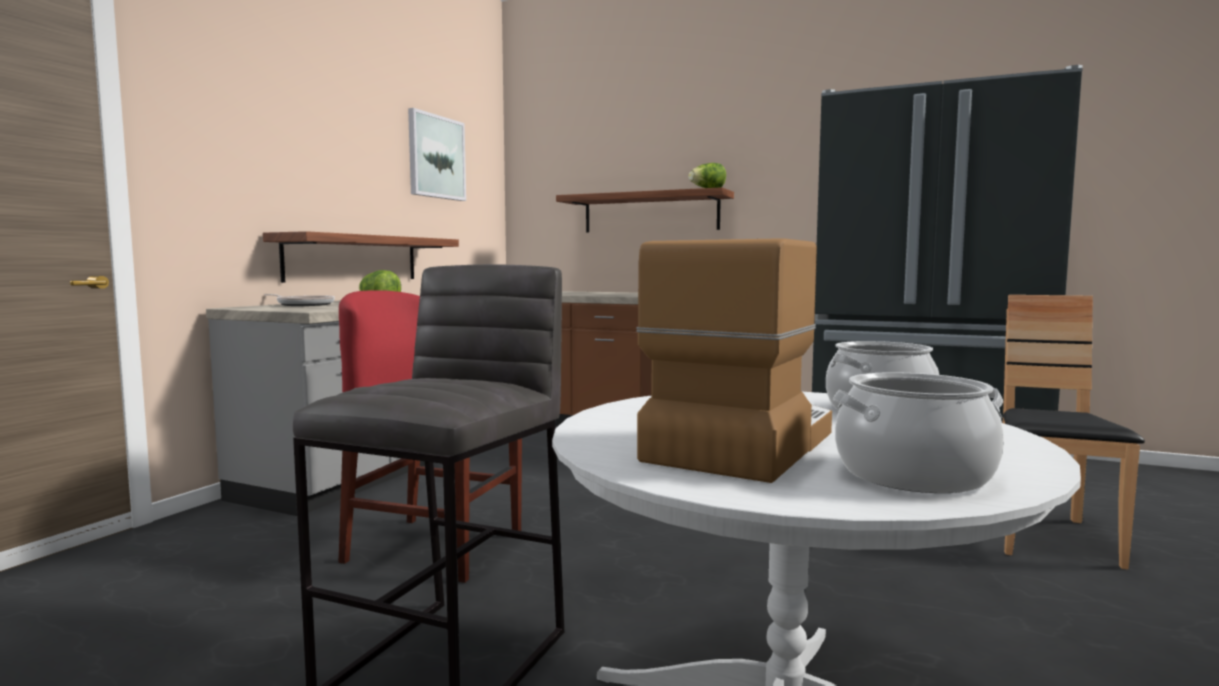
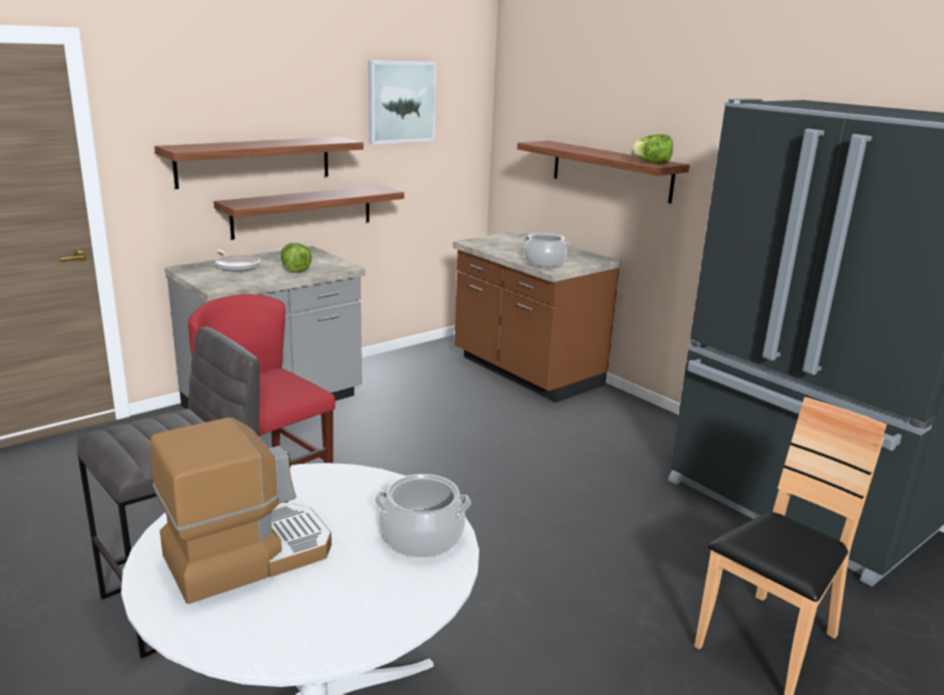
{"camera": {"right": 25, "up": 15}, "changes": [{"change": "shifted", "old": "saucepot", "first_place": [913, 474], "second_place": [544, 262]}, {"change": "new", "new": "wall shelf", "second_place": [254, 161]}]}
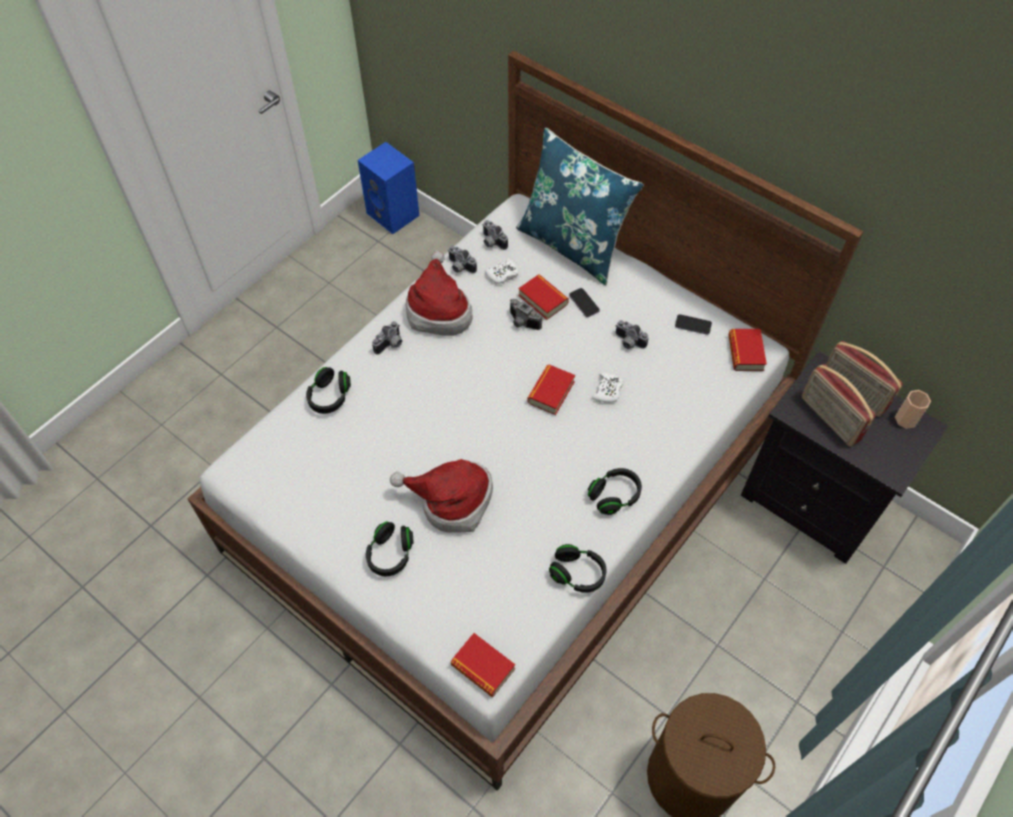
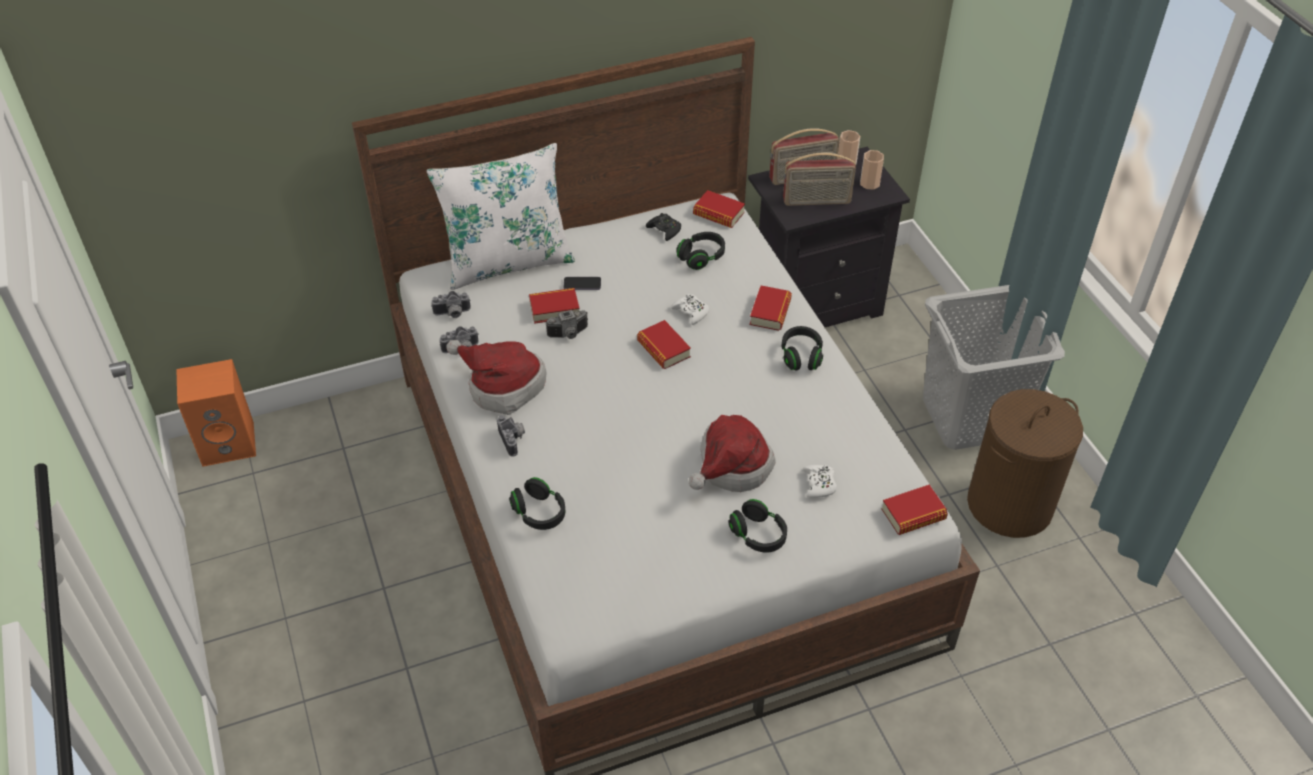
{"camera": {"right": -60, "up": -10}, "changes": [{"change": "repainted", "old": "bluish audio speaker", "new": "orange audio speaker", "first_place": [394, 214], "second_place": [229, 442]}, {"change": "shifted", "old": "white-coloured gamepad", "first_place": [503, 275], "second_place": [819, 484]}, {"change": "repainted", "old": "bluish cushion", "new": "white-coloured cushion", "first_place": [572, 245], "second_place": [507, 262]}, {"change": "shifted", "old": "black pair of headphones", "first_place": [577, 574], "second_place": [701, 257]}, {"change": "gone", "old": "still camera", "first_place": [628, 342]}, {"change": "swapped", "old": "telephone", "new": "black gamepad", "first_place": [693, 325], "second_place": [664, 230]}, {"change": "new", "new": "volume", "second_place": [770, 312]}, {"change": "new", "new": "small cup", "second_place": [869, 183]}, {"change": "new", "new": "grey hamper", "second_place": [968, 417]}]}
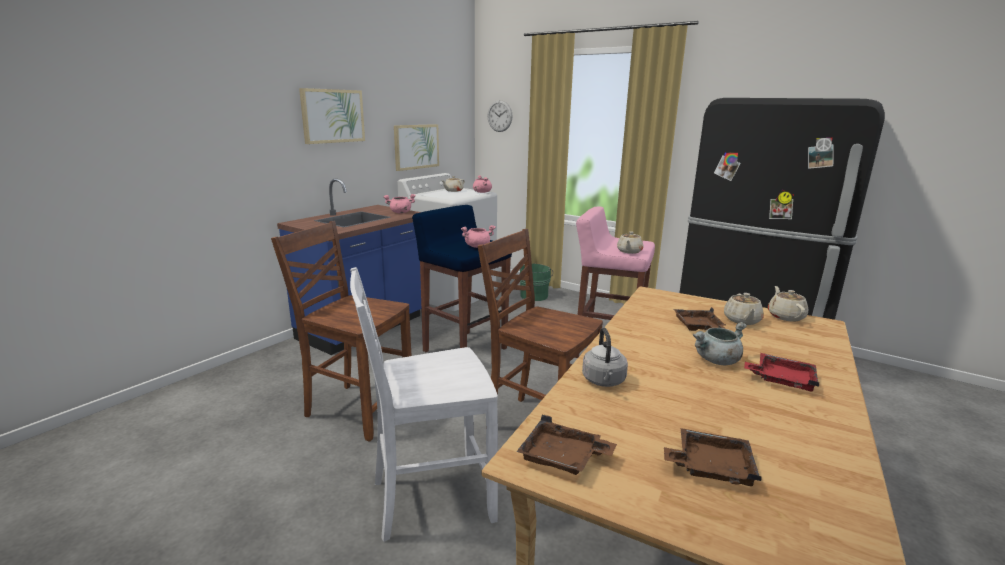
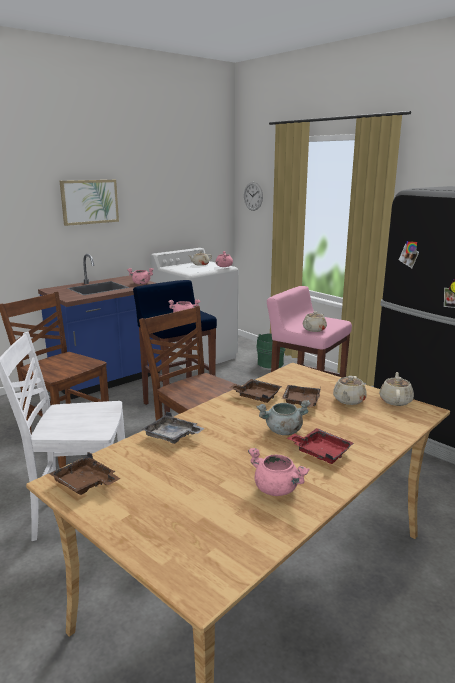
{"camera": {"right": 15, "up": 0}, "changes": [{"change": "gone", "old": "wall art", "first_place": [416, 146]}, {"change": "swapped", "old": "grey tea kettle", "new": "grey tray", "first_place": [604, 381], "second_place": [172, 436]}, {"change": "shifted", "old": "brown-coloured tray", "first_place": [710, 467], "second_place": [256, 396]}, {"change": "new", "new": "pink-coloured saucepot", "second_place": [277, 489]}]}
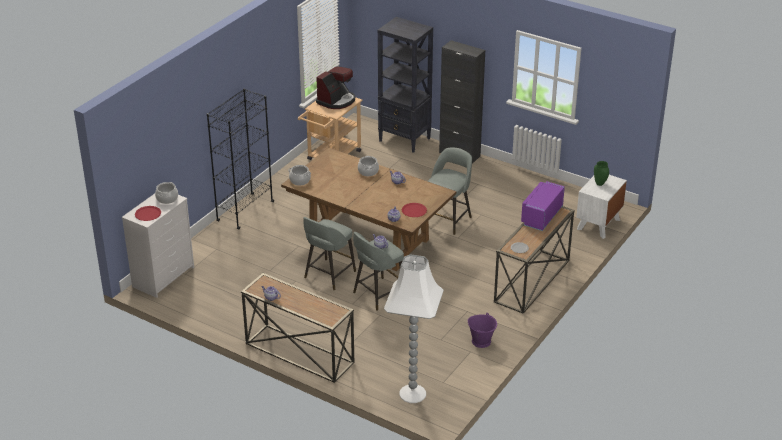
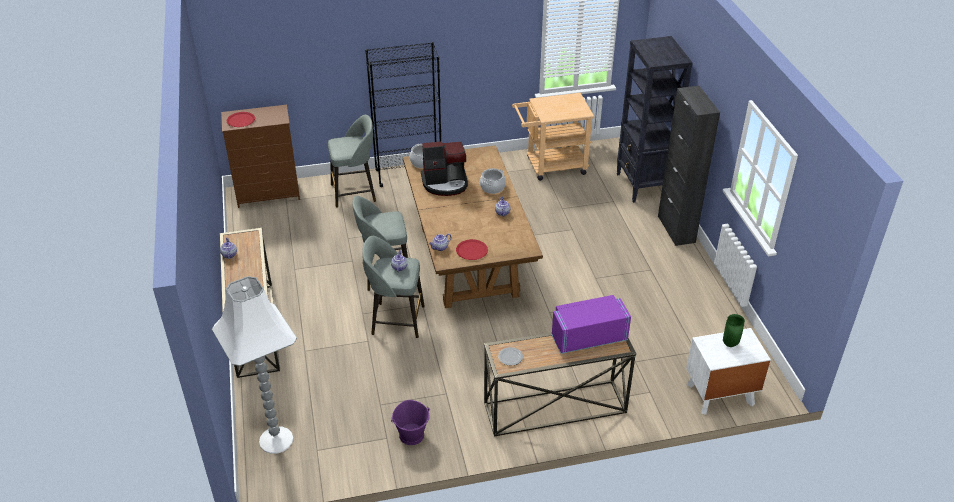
{"camera": {"right": 45, "up": 5}, "changes": [{"change": "repainted", "old": "white-coloured dresser", "new": "brown-coloured dresser", "first_place": [163, 277], "second_place": [268, 193]}, {"change": "gone", "old": "saucepot", "first_place": [167, 199]}, {"change": "shifted", "old": "coffee machine", "first_place": [336, 101], "second_place": [445, 183]}, {"change": "shifted", "old": "grey sitting stool", "first_place": [448, 220], "second_place": [355, 193]}]}
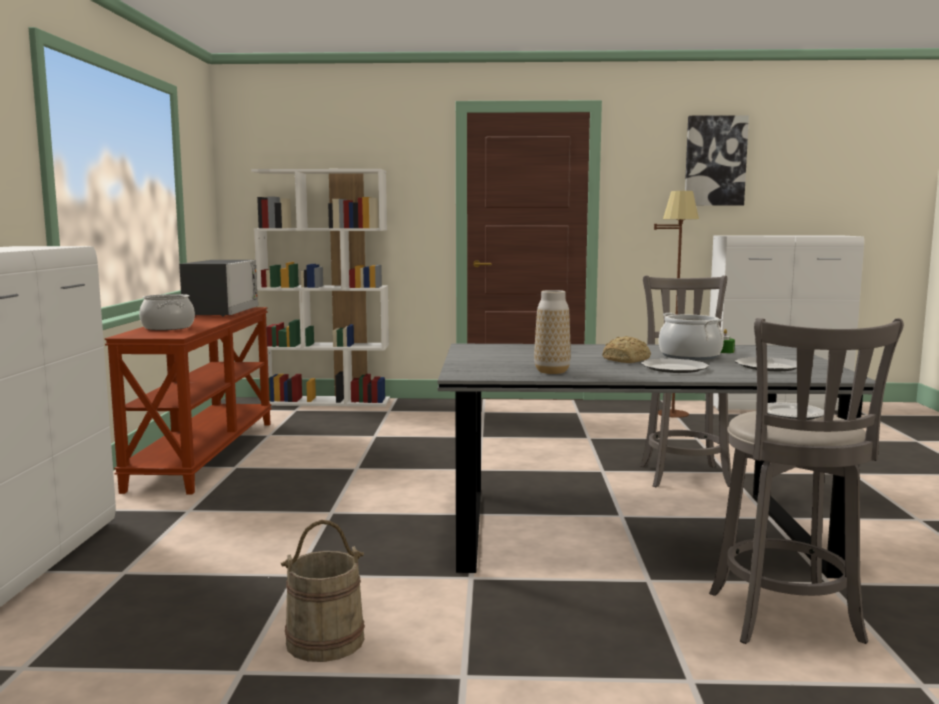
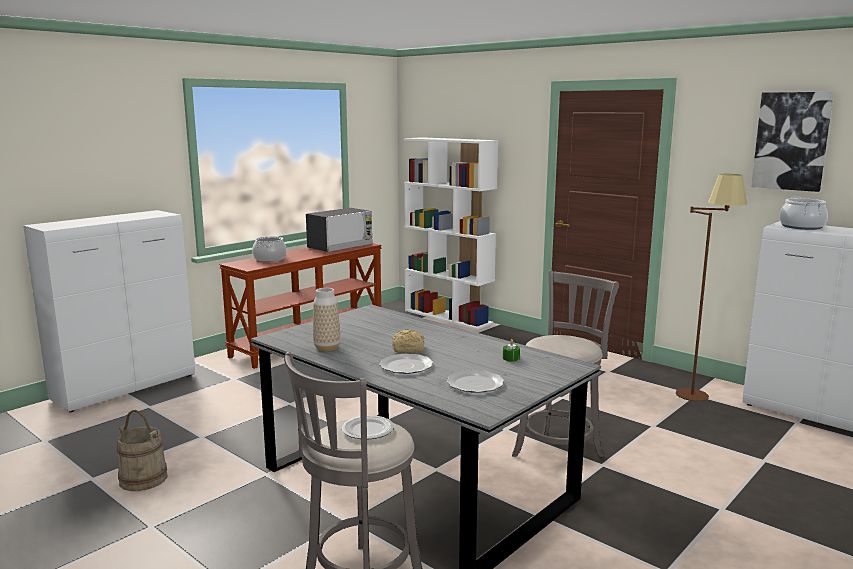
{"camera": {"right": 40, "up": 5}, "changes": [{"change": "shifted", "old": "saucepot", "first_place": [690, 356], "second_place": [802, 227]}]}
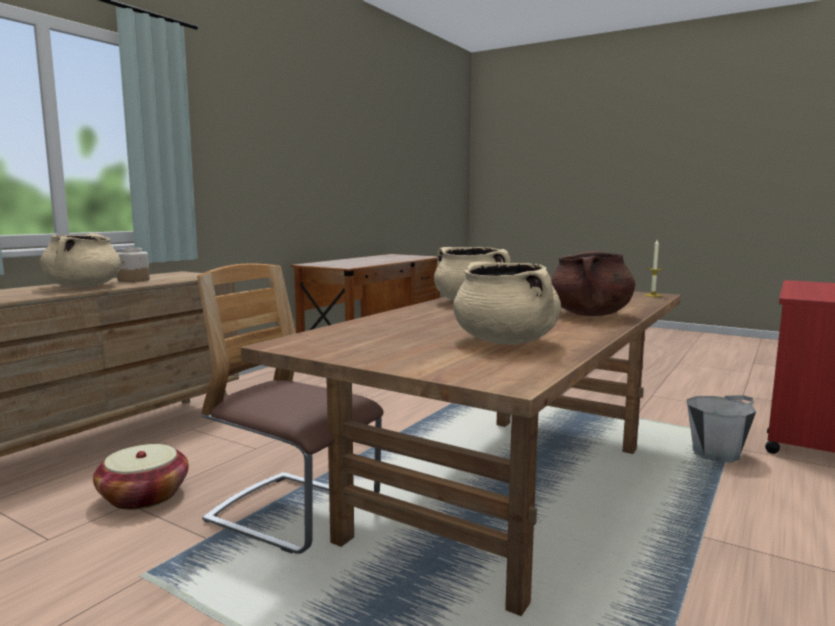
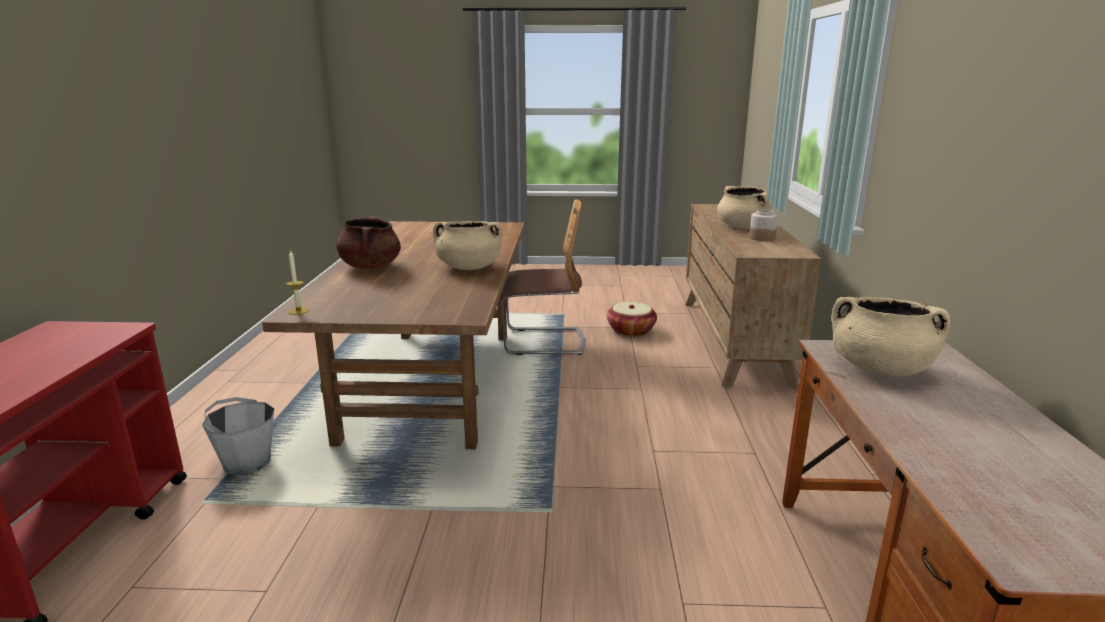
{"camera": {"right": 150, "up": 10}, "changes": [{"change": "shifted", "old": "beige saucepot", "first_place": [506, 342], "second_place": [880, 369]}]}
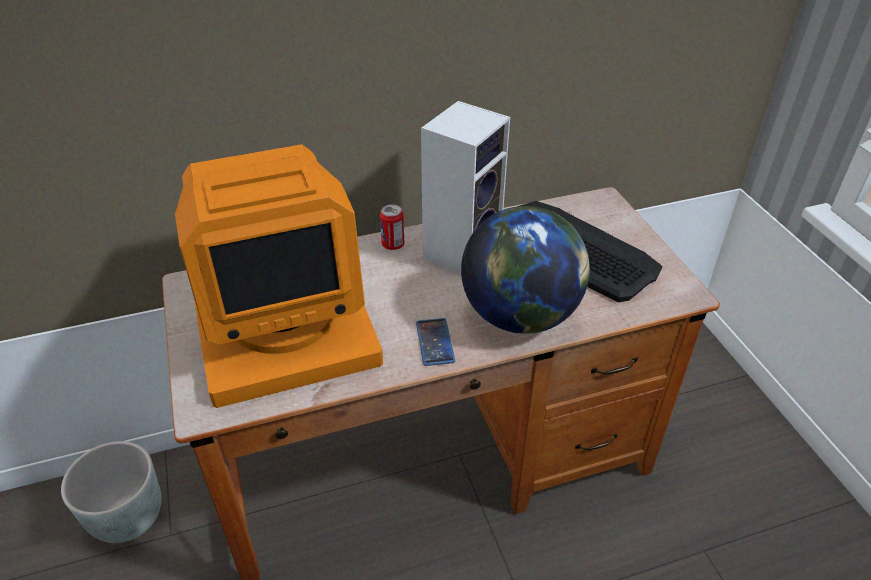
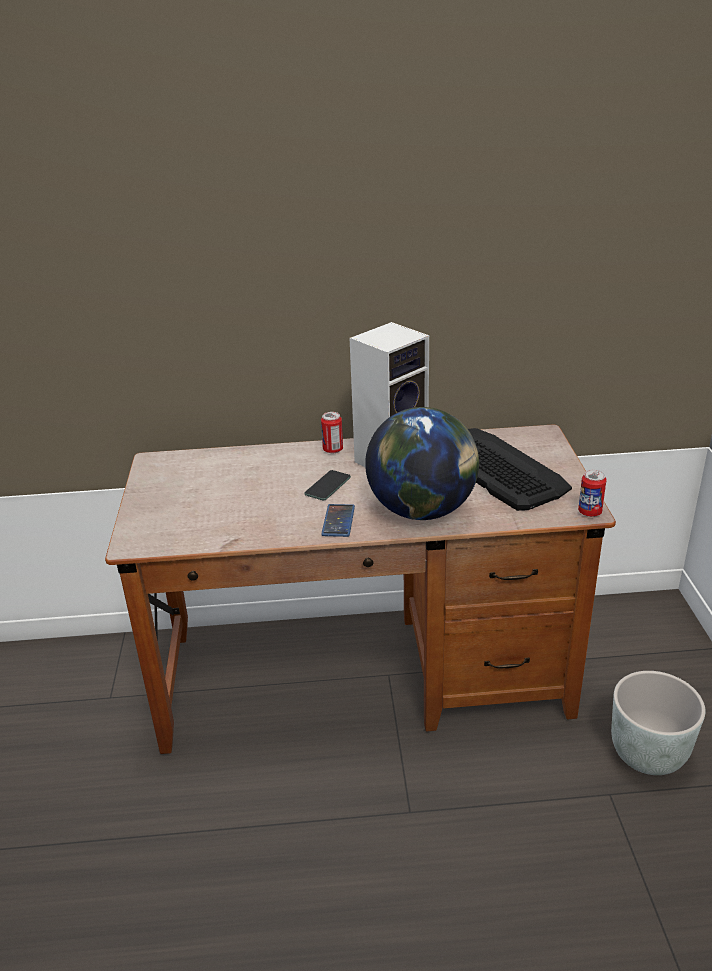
{"camera": {"right": 15, "up": -10}, "changes": [{"change": "shifted", "old": "grey planter", "first_place": [129, 518], "second_place": [649, 755]}, {"change": "gone", "old": "computer display", "first_place": [285, 325]}, {"change": "new", "new": "telephone", "second_place": [328, 486]}, {"change": "new", "new": "sealed can", "second_place": [589, 512]}]}
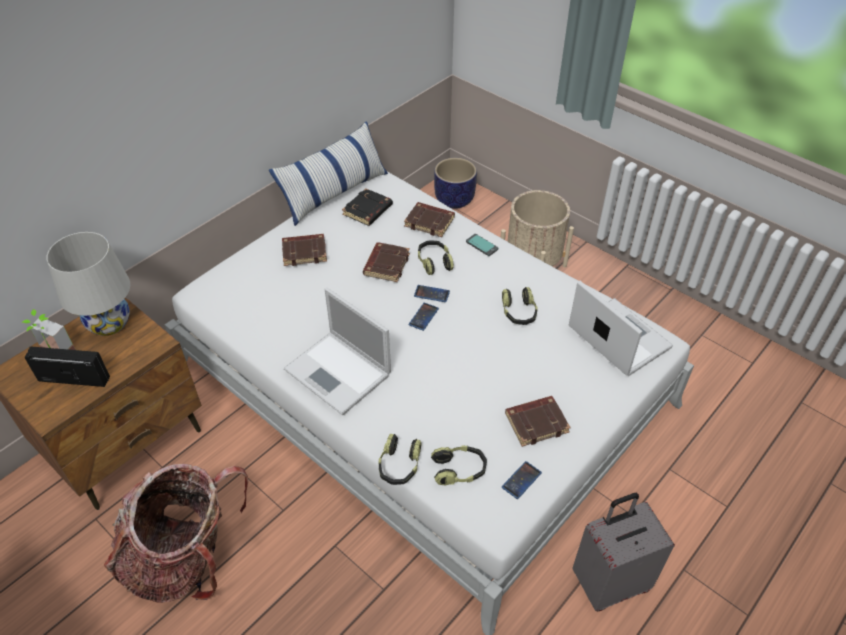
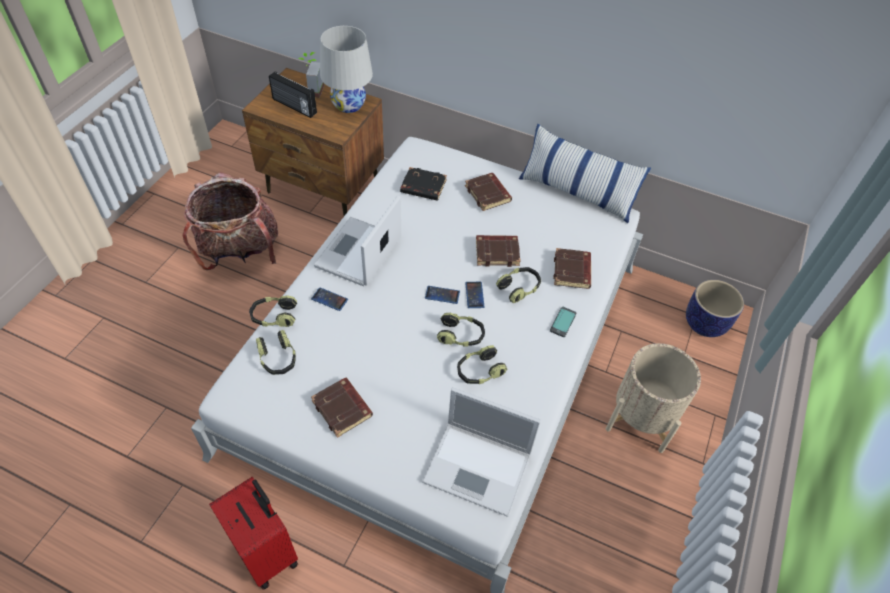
{"camera": {"right": 70, "up": 5}, "changes": [{"change": "rotated", "old": "radio", "first_place": [75, 378], "second_place": [294, 106], "degrees": 135}, {"change": "shifted", "old": "black volume", "first_place": [368, 211], "second_place": [422, 187]}, {"change": "shifted", "old": "telephone", "first_place": [521, 480], "second_place": [329, 299]}, {"change": "rotated", "old": "portable computer", "first_place": [617, 336], "second_place": [479, 468], "degrees": 75}, {"change": "repainted", "old": "grey suitcase", "new": "red-coloured suitcase", "first_place": [609, 582], "second_place": [267, 552]}, {"change": "new", "new": "pair of headphones", "second_place": [461, 335]}]}
